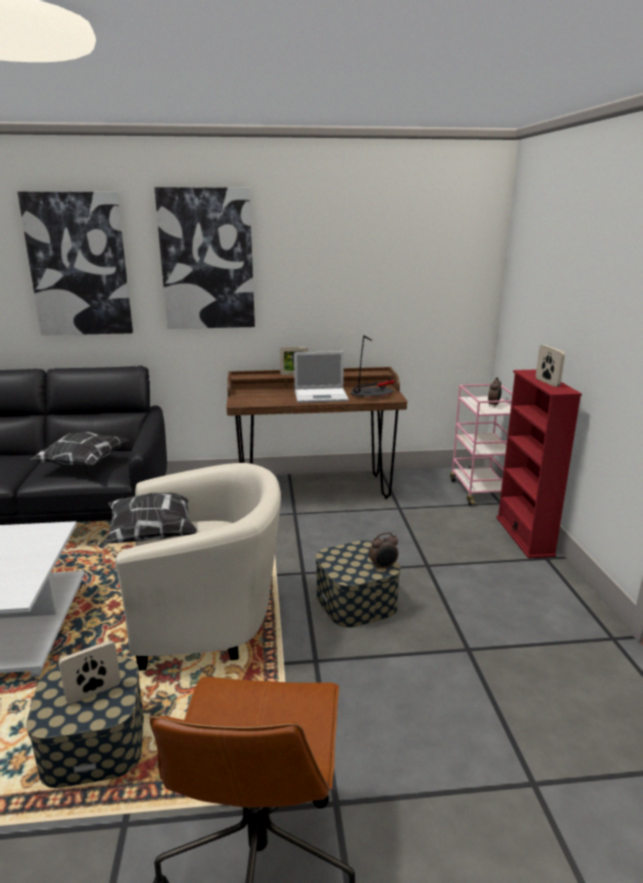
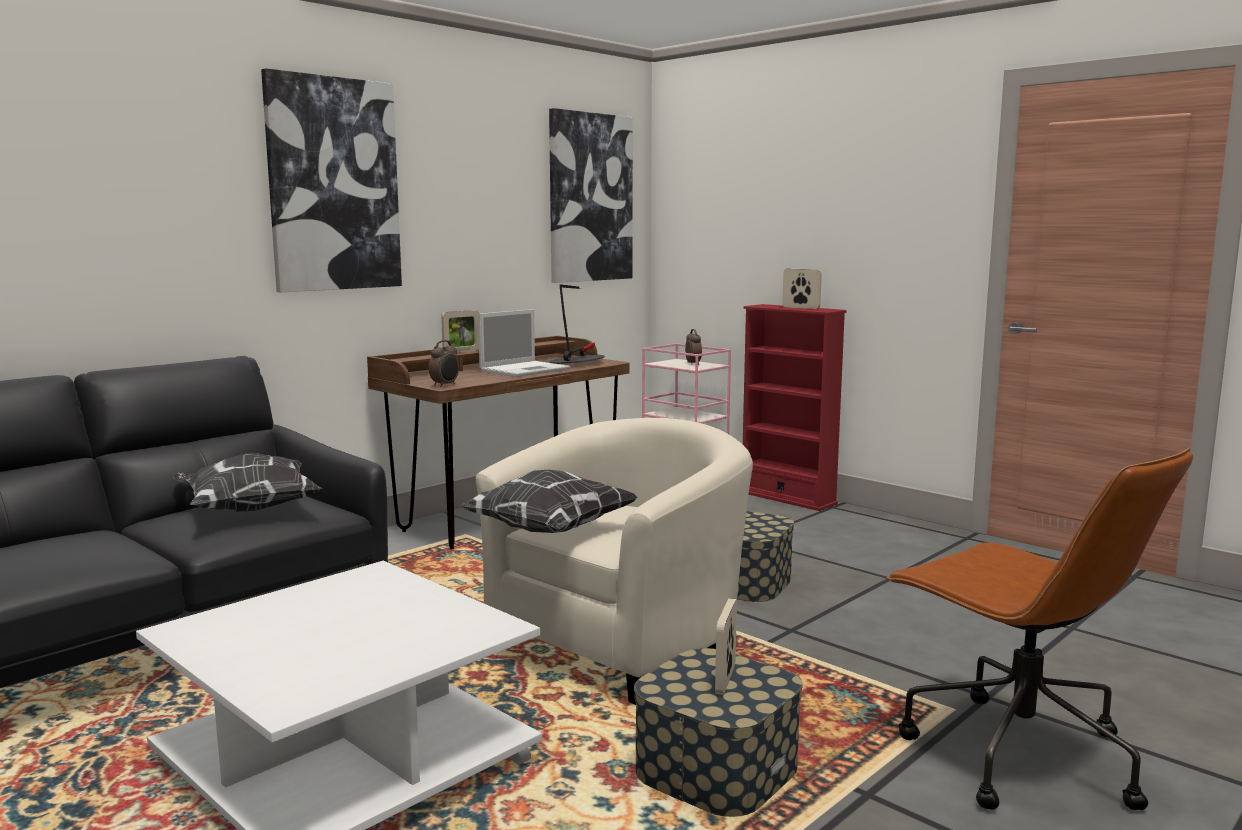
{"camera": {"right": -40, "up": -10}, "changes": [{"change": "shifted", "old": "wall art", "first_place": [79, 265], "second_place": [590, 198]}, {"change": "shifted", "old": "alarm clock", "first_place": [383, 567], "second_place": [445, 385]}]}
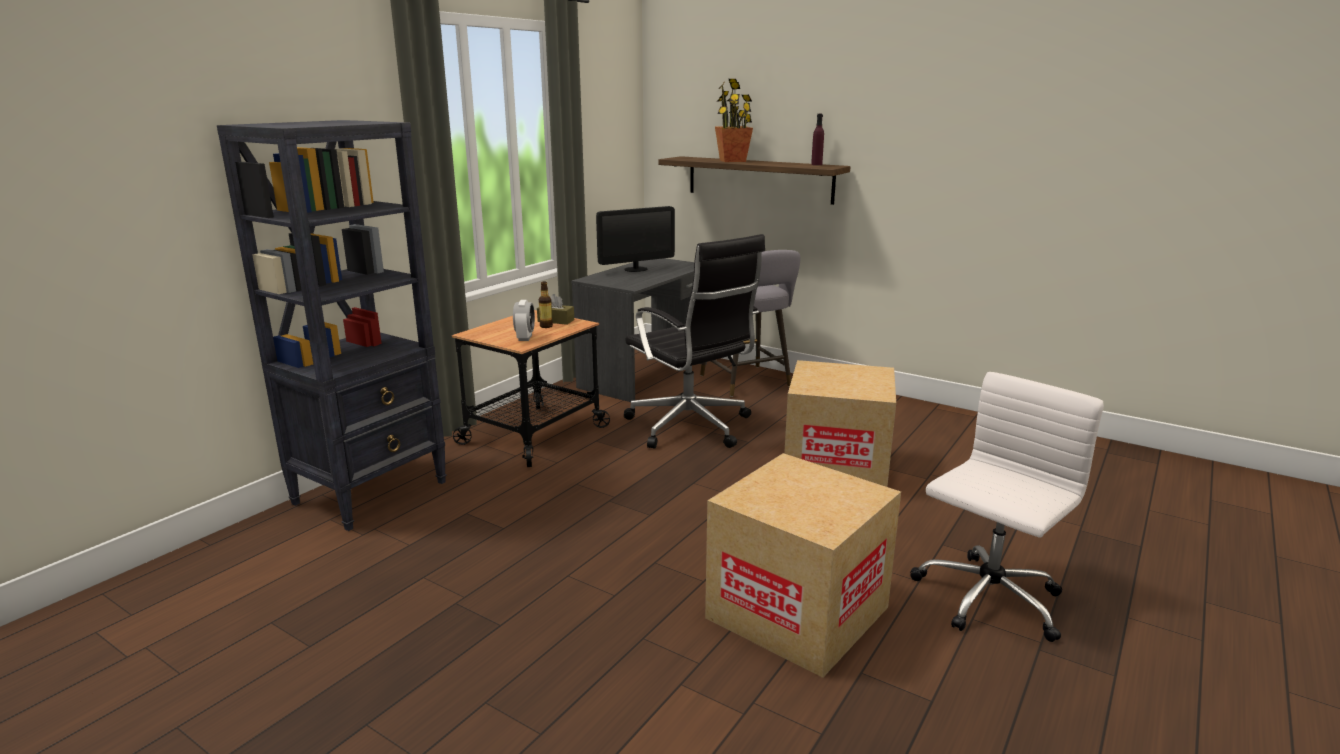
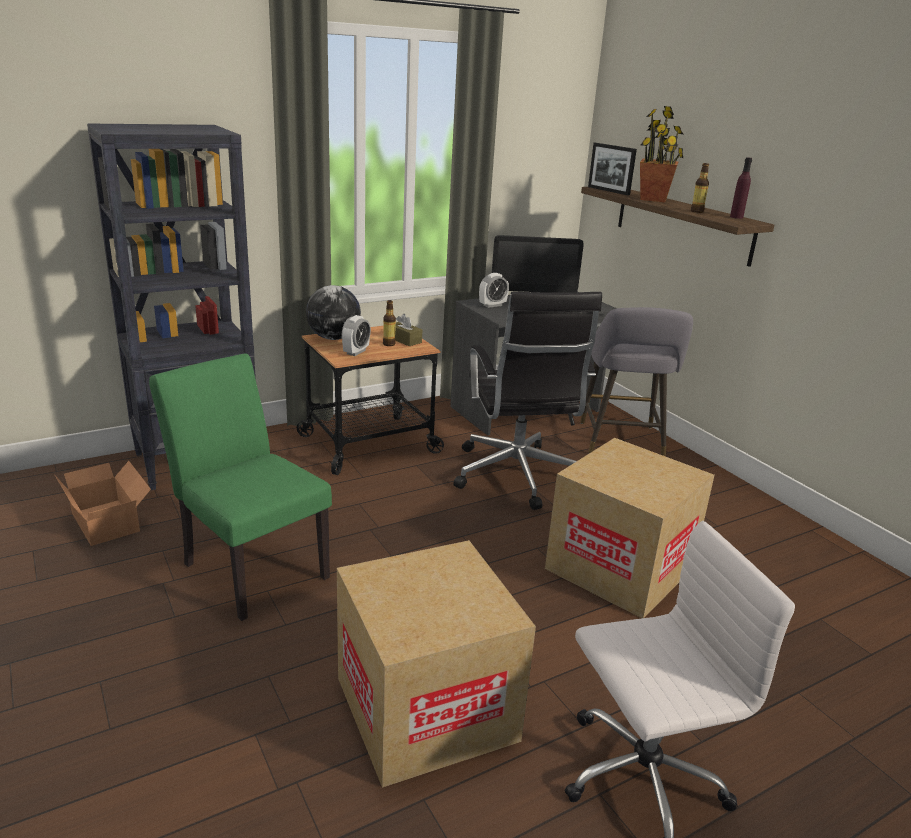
{"camera": {"right": 25, "up": 5}, "changes": [{"change": "new", "new": "cardboard box", "second_place": [108, 520]}, {"change": "new", "new": "green-coloured chair", "second_place": [249, 566]}, {"change": "new", "new": "globe", "second_place": [333, 338]}, {"change": "new", "new": "alarm clock", "second_place": [492, 305]}, {"change": "new", "new": "photo frame", "second_place": [608, 191]}, {"change": "new", "new": "drink bottle", "second_place": [697, 211]}]}
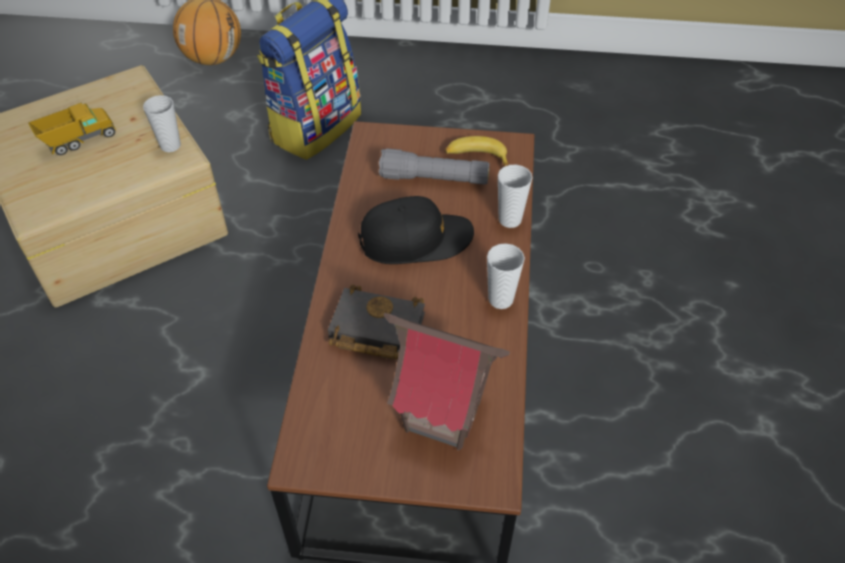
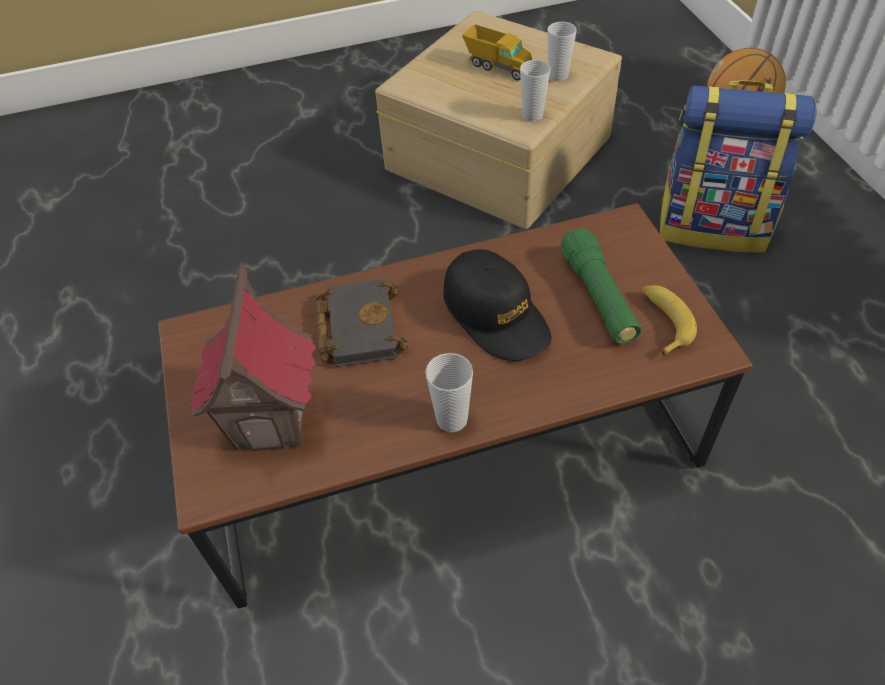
{"camera": {"right": 70, "up": 0}, "changes": [{"change": "repainted", "old": "grey flashlight", "new": "green-coloured flashlight", "first_place": [434, 178], "second_place": [598, 297]}, {"change": "shifted", "old": "small cup", "first_place": [510, 219], "second_place": [558, 76]}]}
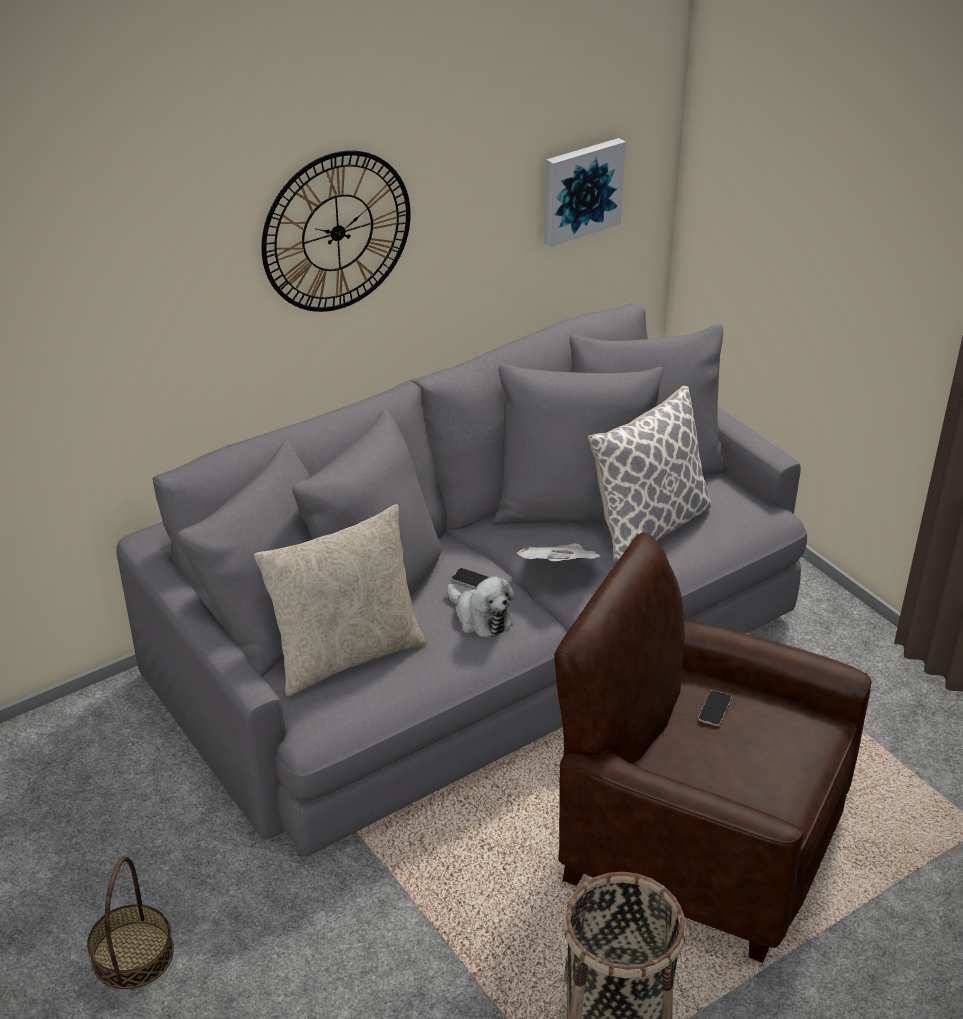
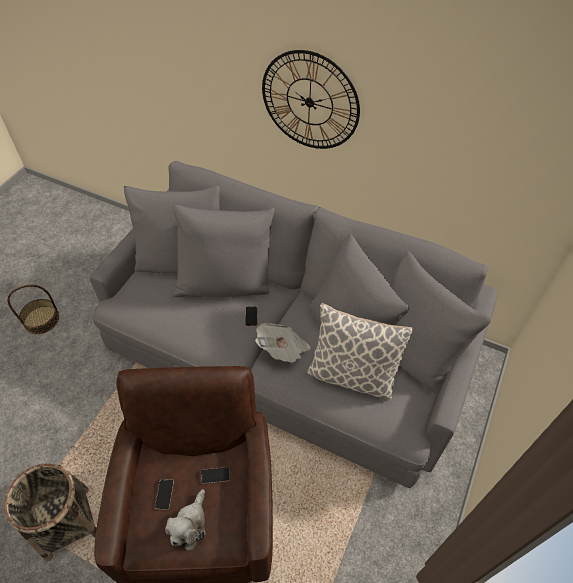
{"camera": {"right": 60, "up": 15}, "changes": [{"change": "gone", "old": "beige cushion", "first_place": [346, 654]}, {"change": "shifted", "old": "cuddly toy", "first_place": [480, 617], "second_place": [190, 525]}, {"change": "gone", "old": "wall art", "first_place": [581, 190]}, {"change": "new", "new": "telephone", "second_place": [164, 494]}]}
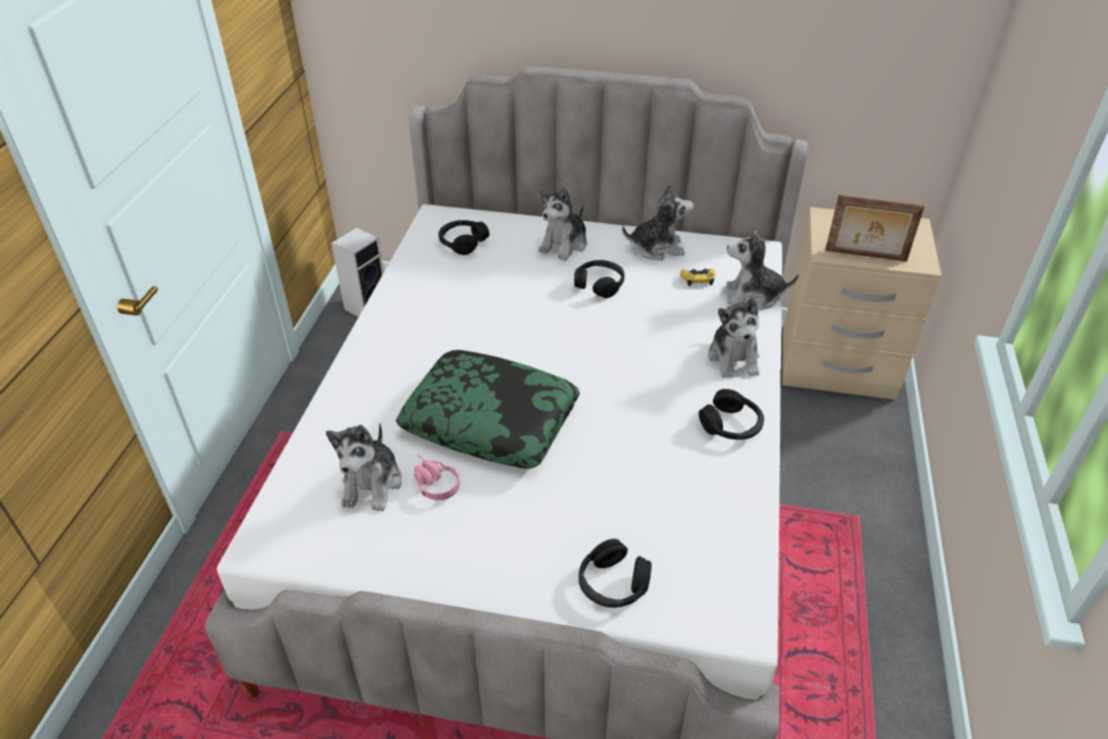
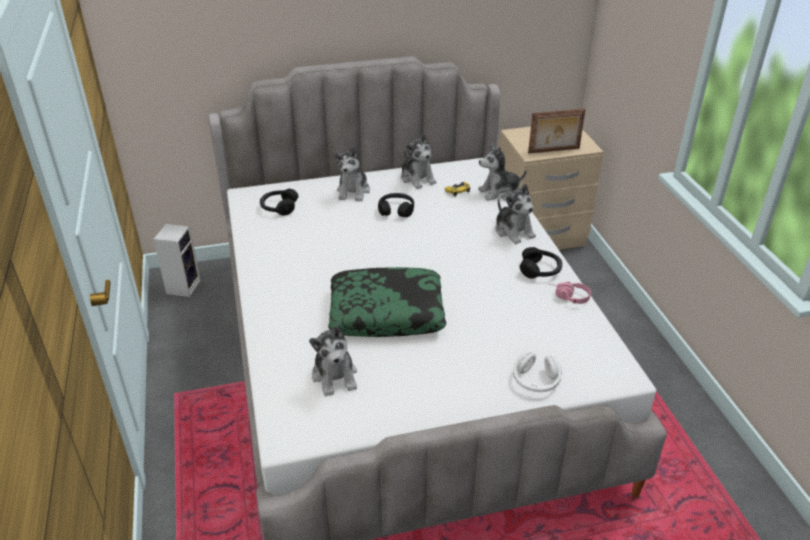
{"camera": {"right": -25, "up": -5}, "changes": [{"change": "shifted", "old": "pink-coloured pair of headphones", "first_place": [432, 483], "second_place": [567, 297]}, {"change": "repainted", "old": "black pair of headphones", "new": "white-coloured pair of headphones", "first_place": [612, 584], "second_place": [536, 380]}, {"change": "rotated", "old": "cuddly toy", "first_place": [657, 248], "second_place": [417, 178], "degrees": 90}]}
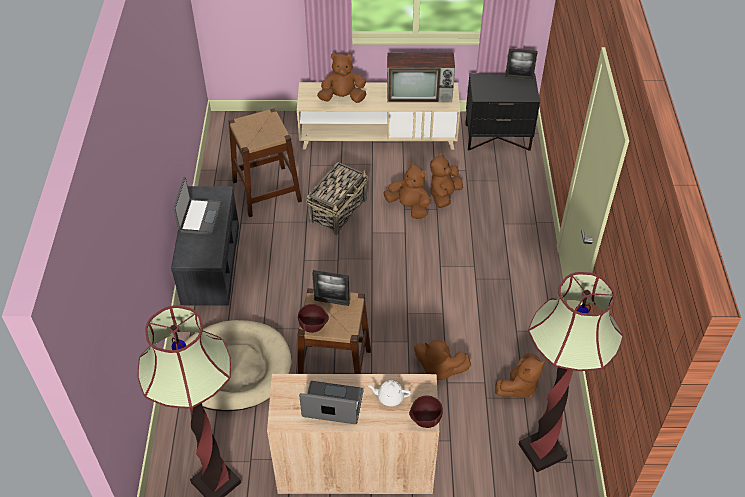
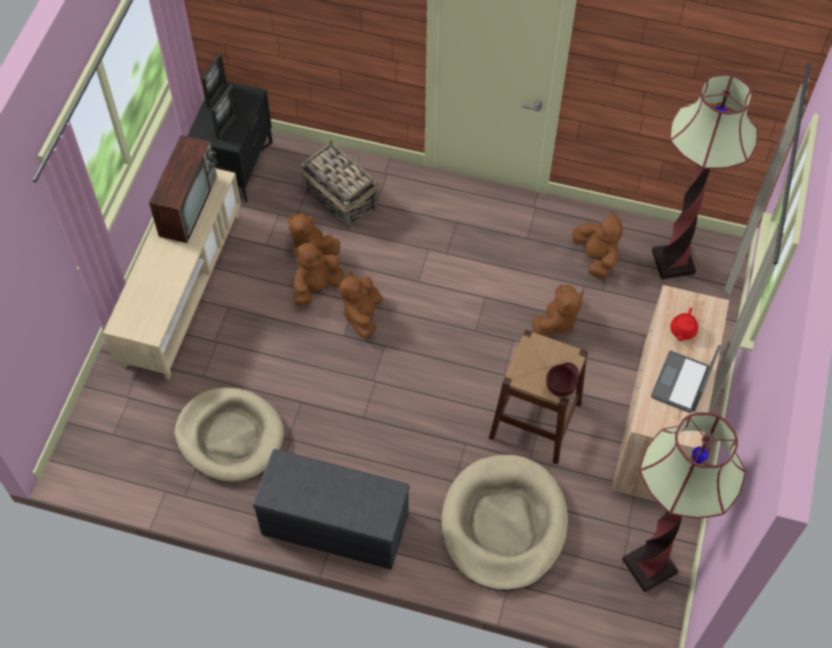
{"camera": {"right": -75, "up": 10}, "changes": [{"change": "gone", "old": "portable computer", "first_place": [199, 217]}, {"change": "swapped", "old": "brown-coloured sitting stool", "new": "beige dog bed", "first_place": [266, 191], "second_place": [230, 436]}, {"change": "shifted", "old": "storage basket", "first_place": [338, 210], "second_place": [340, 198]}, {"change": "shifted", "old": "photo frame", "first_place": [331, 301], "second_place": [227, 127]}, {"change": "shifted", "old": "brown-coloured cuddly toy", "first_place": [342, 98], "second_place": [362, 315]}, {"change": "repainted", "old": "white-coloured tea pot", "new": "red-coloured tea pot", "first_place": [390, 397], "second_place": [682, 331]}, {"change": "gone", "old": "brown-coloured serving bowl", "first_place": [424, 421]}]}
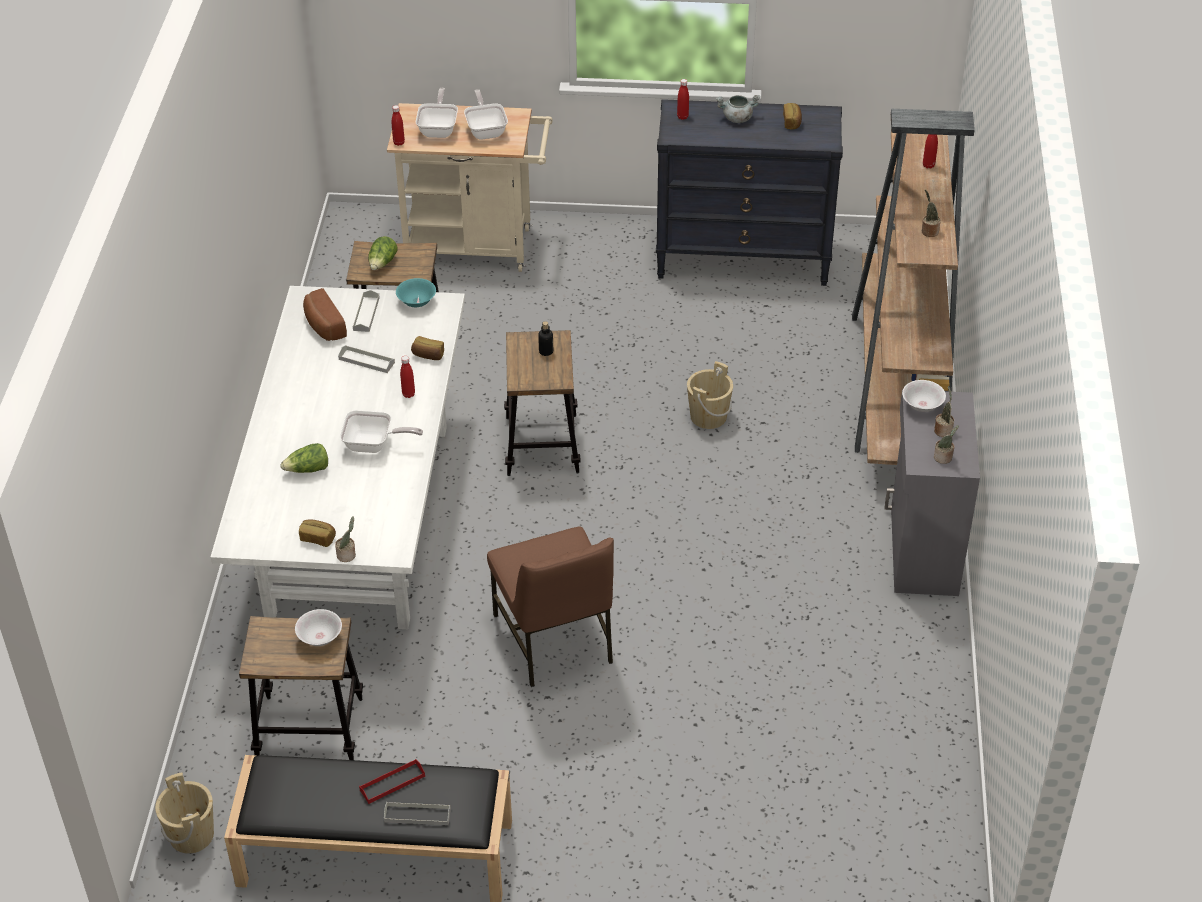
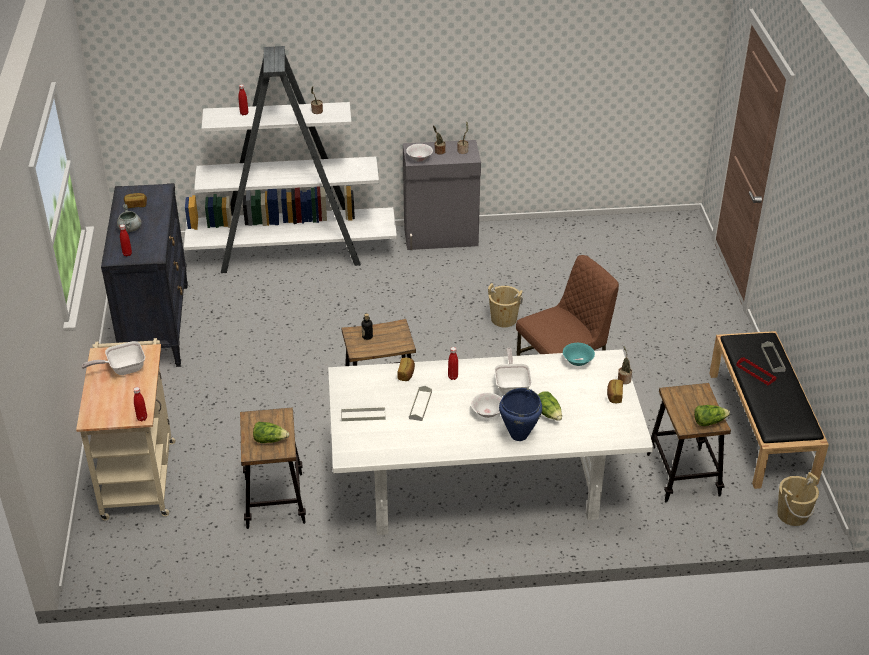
{"camera": {"right": -100, "up": -5}, "changes": [{"change": "shifted", "old": "white-coloured serving bowl", "first_place": [320, 638], "second_place": [487, 412]}, {"change": "gone", "old": "baked bread", "first_place": [323, 326]}, {"change": "shifted", "old": "turquoise serving bowl", "first_place": [416, 302], "second_place": [578, 361]}, {"change": "gone", "old": "frying pan", "first_place": [439, 129]}, {"change": "shifted", "old": "beige bucket", "first_place": [708, 416], "second_place": [503, 319]}, {"change": "repainted", "old": "brown-coloured shelving unit", "new": "white-coloured shelving unit", "first_place": [899, 386], "second_place": [293, 251]}, {"change": "new", "new": "bluish saucepot", "second_place": [518, 435]}, {"change": "new", "new": "lettuce", "second_place": [709, 421]}]}
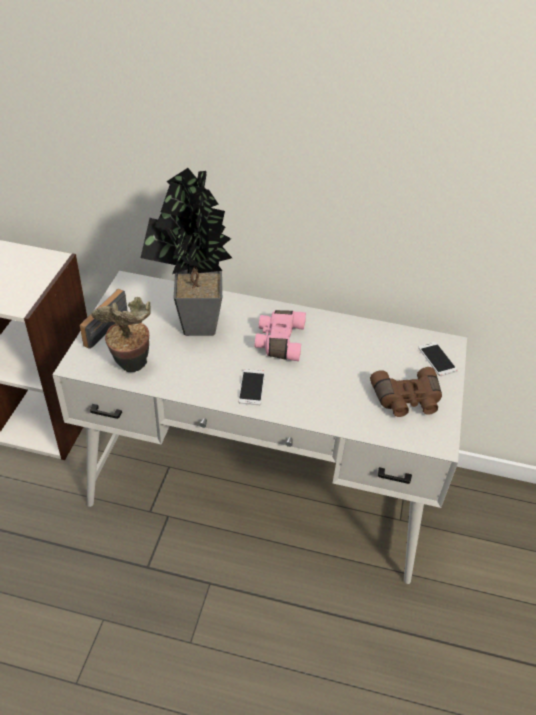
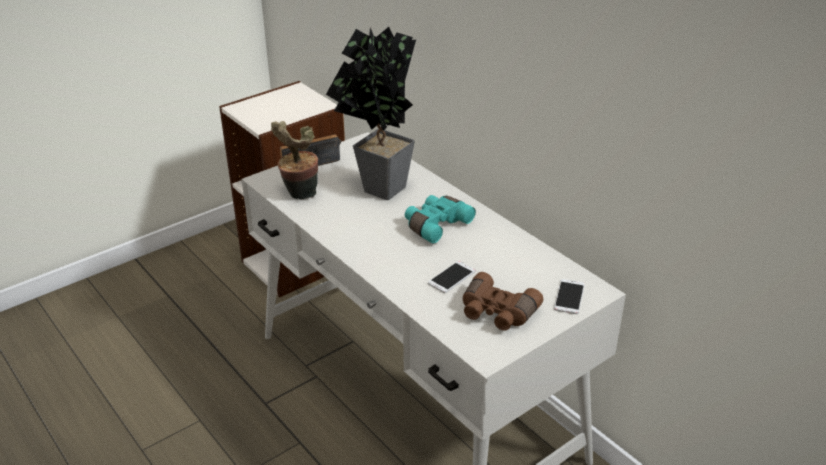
{"camera": {"right": 40, "up": -10}, "changes": [{"change": "shifted", "old": "telephone", "first_place": [251, 387], "second_place": [451, 277]}, {"change": "repainted", "old": "pink-coloured pair of binoculars", "new": "turquoise pair of binoculars", "first_place": [278, 341], "second_place": [435, 225]}]}
